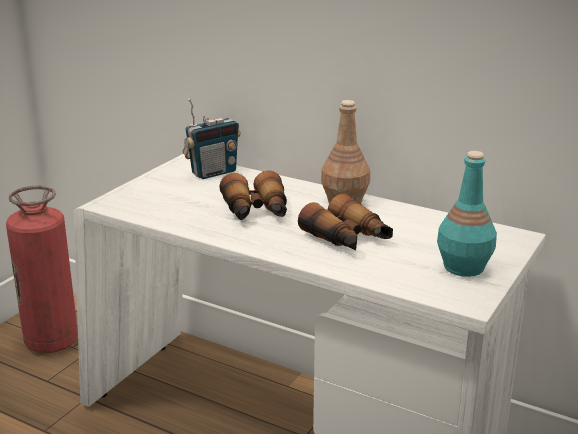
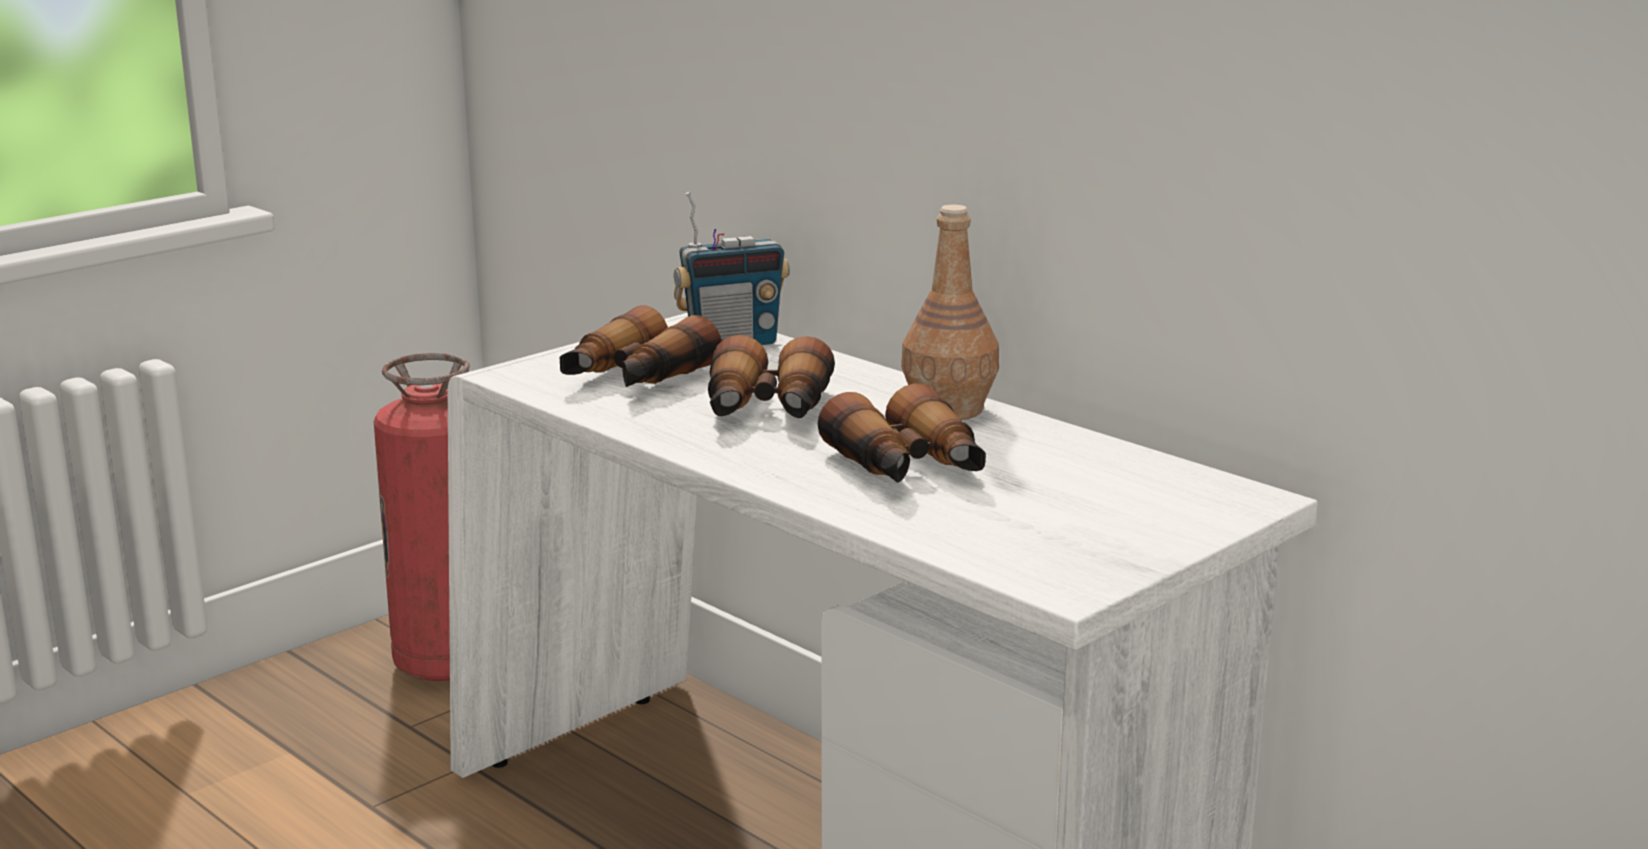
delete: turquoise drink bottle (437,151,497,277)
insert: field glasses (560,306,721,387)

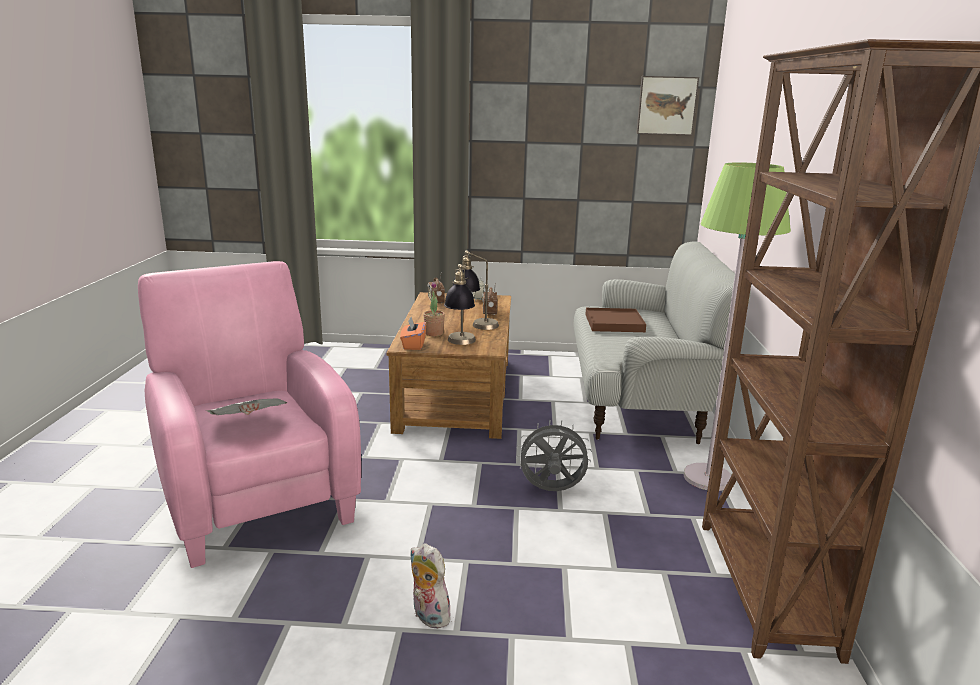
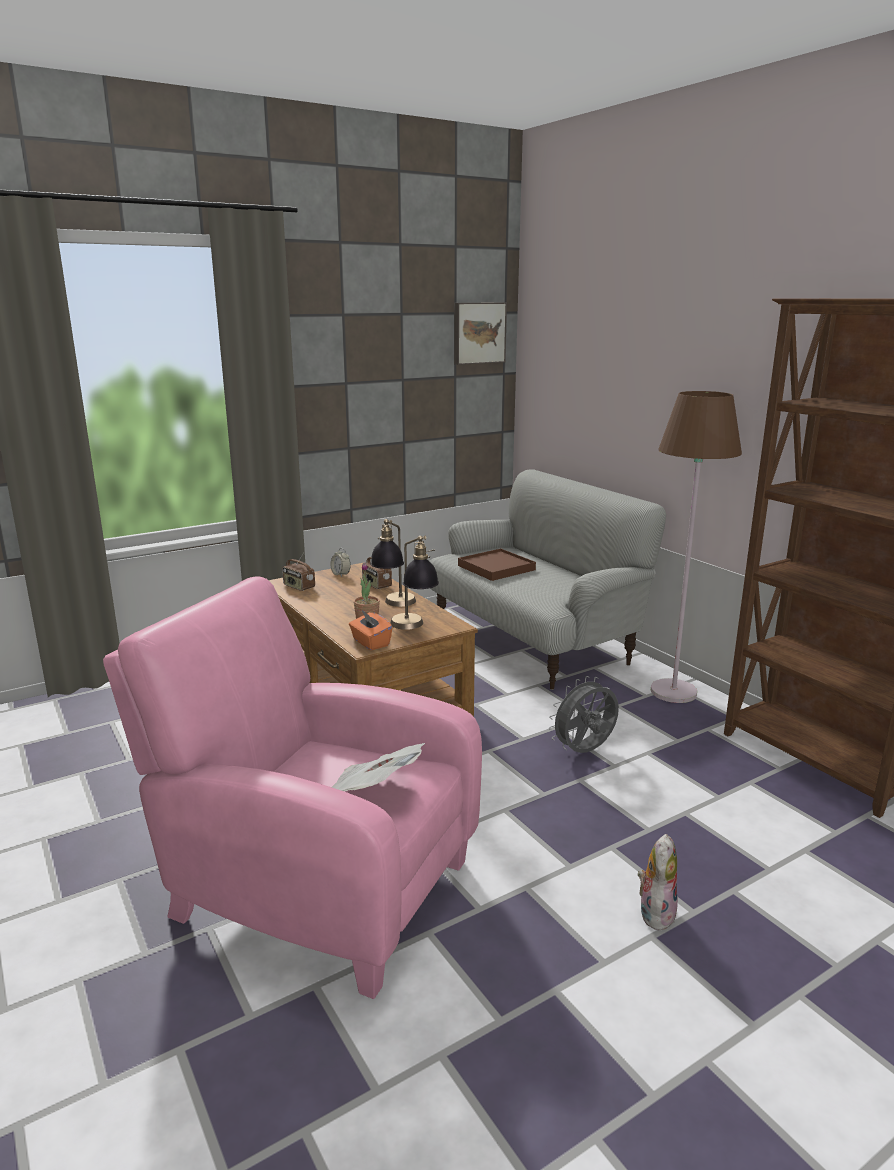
recolor: green-coloured standing lamp (683,162,791,491) to brownish standing lamp (651,391,742,703)
rotate: cuddly toy (410,543,451,629) = (638,834,678,930) 105 degrees clockwise

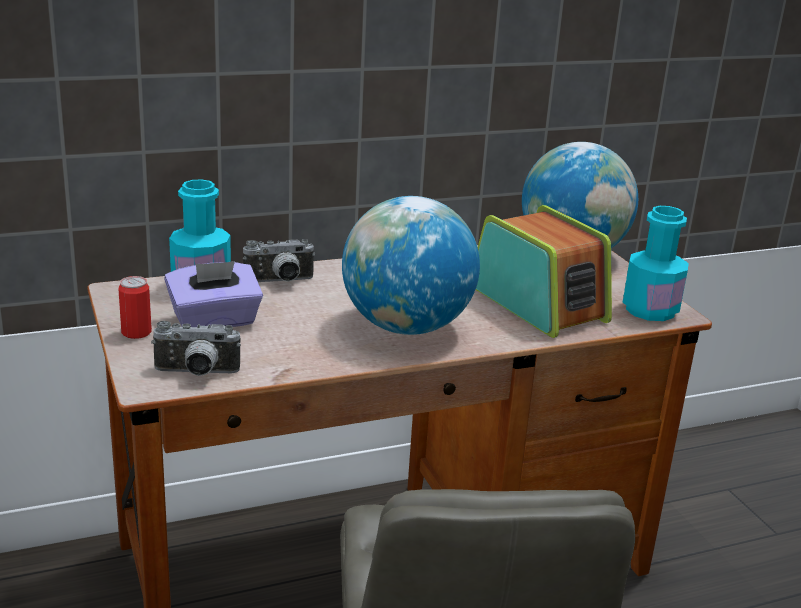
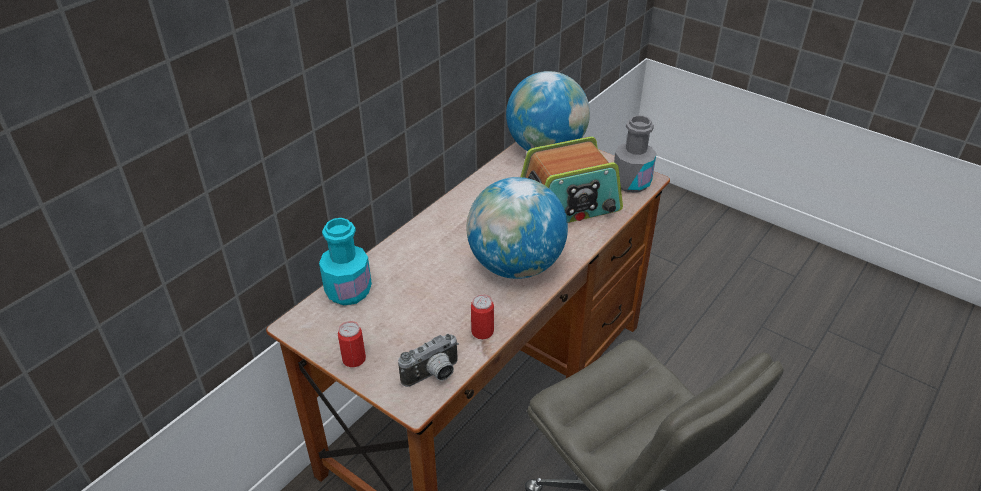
delete: still camera (243,239,316,282); purplish tissue holder (164,261,263,327)
insert: metal can (471,294,494,339)
recolor: turquoise drink bottle (623,206,689,321) to greyish drink bottle (614,115,657,193)
rotate: radio set (476,205,612,338) = (520,136,623,223) 135 degrees clockwise

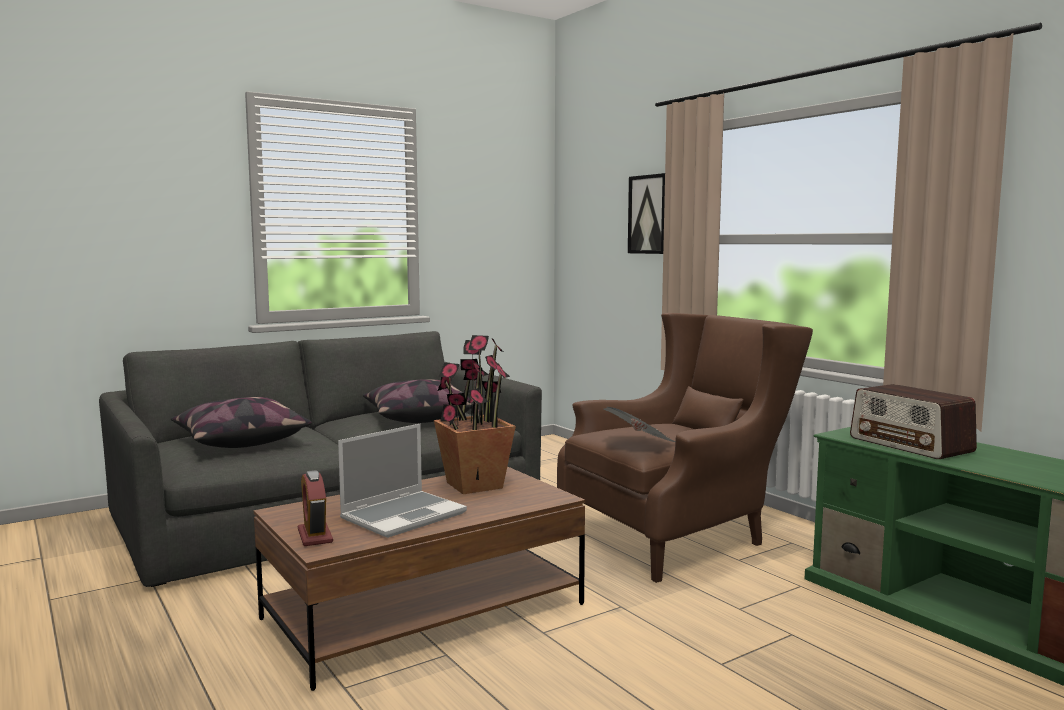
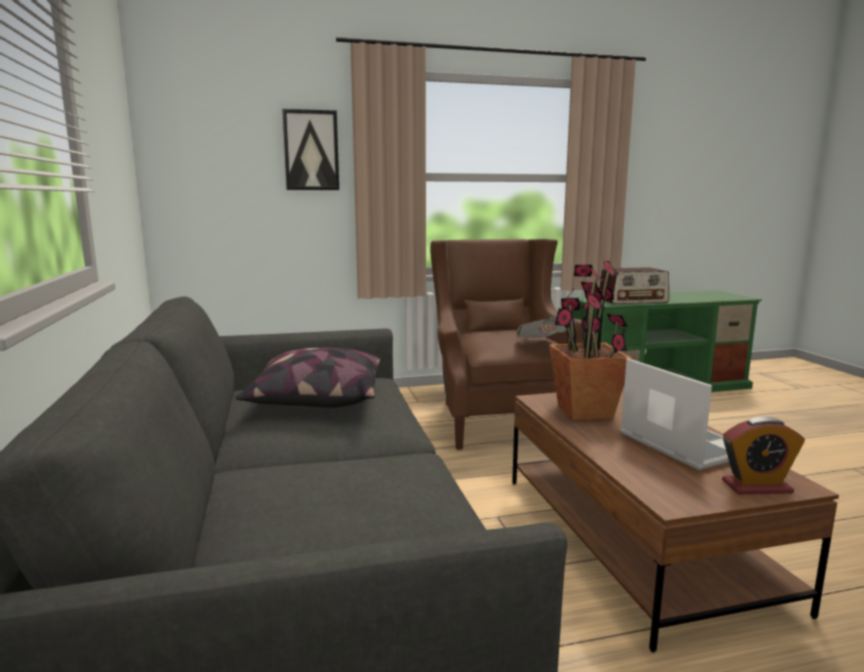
delete: cushion (171,397,312,448)

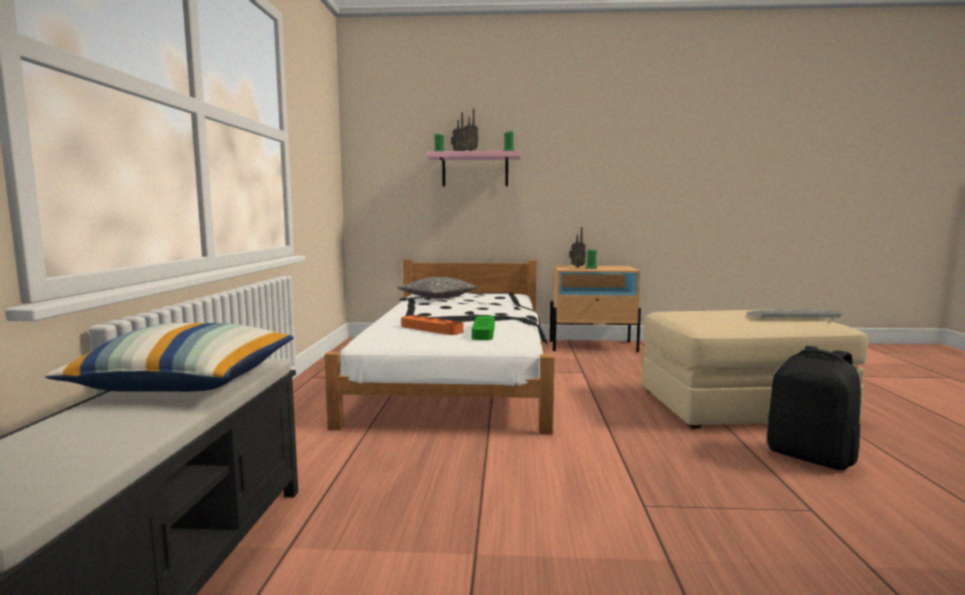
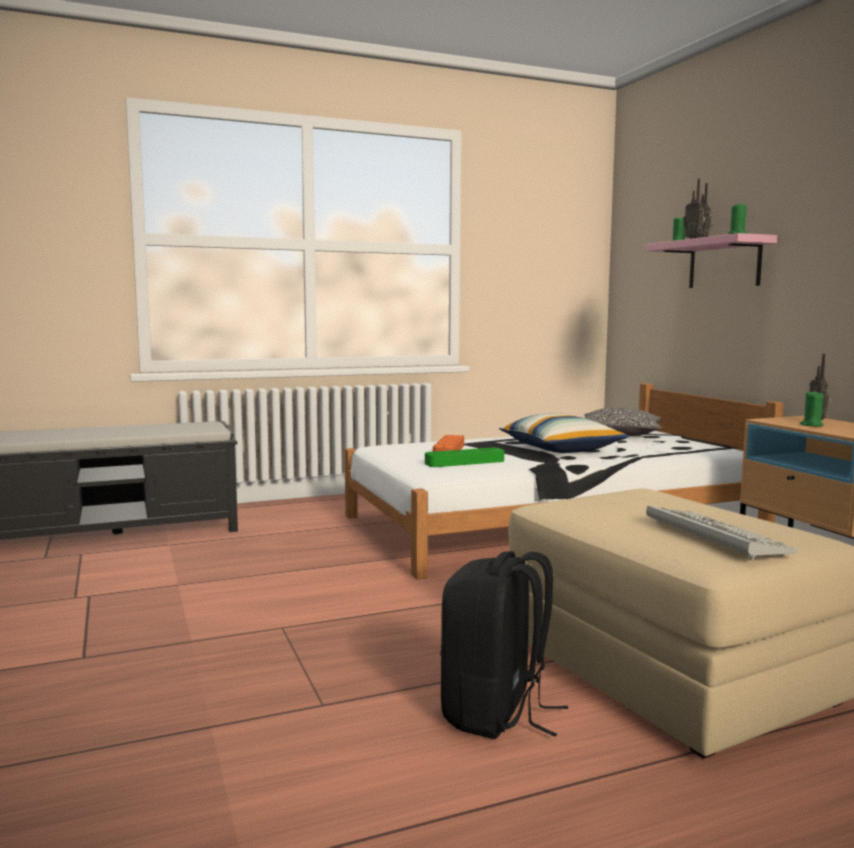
move: cushion (45,323,294,392) to (499,413,629,453)

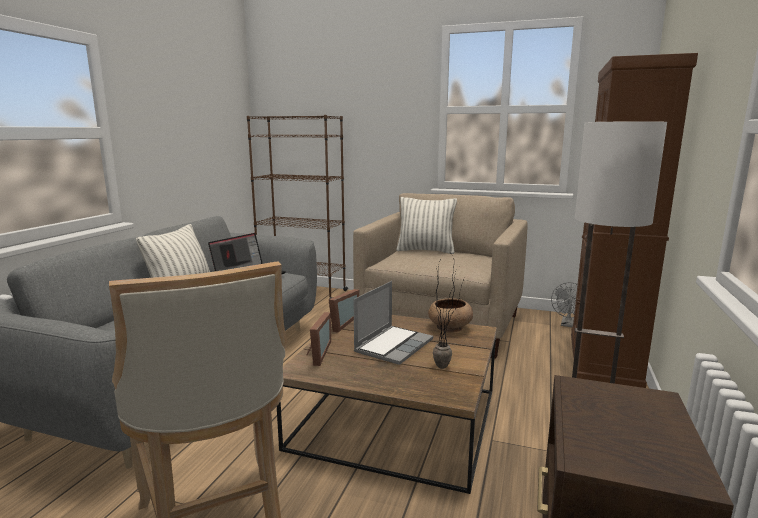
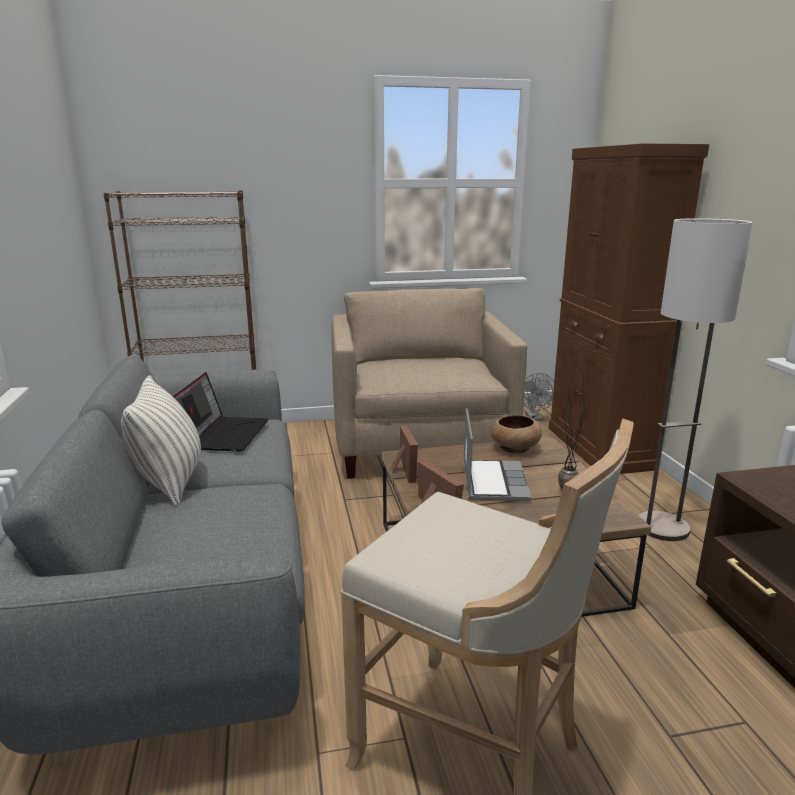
delete: cushion (396,197,457,254)

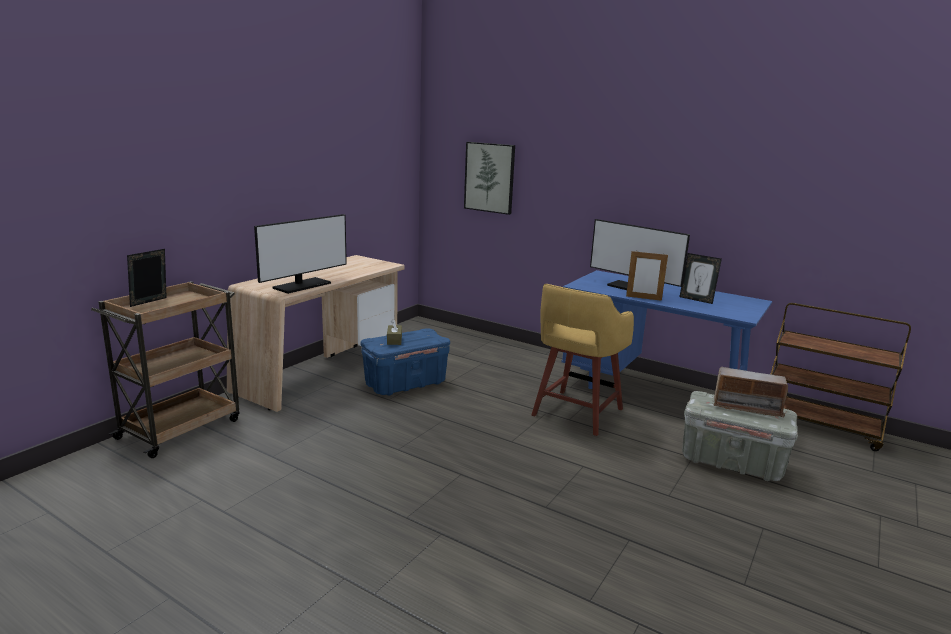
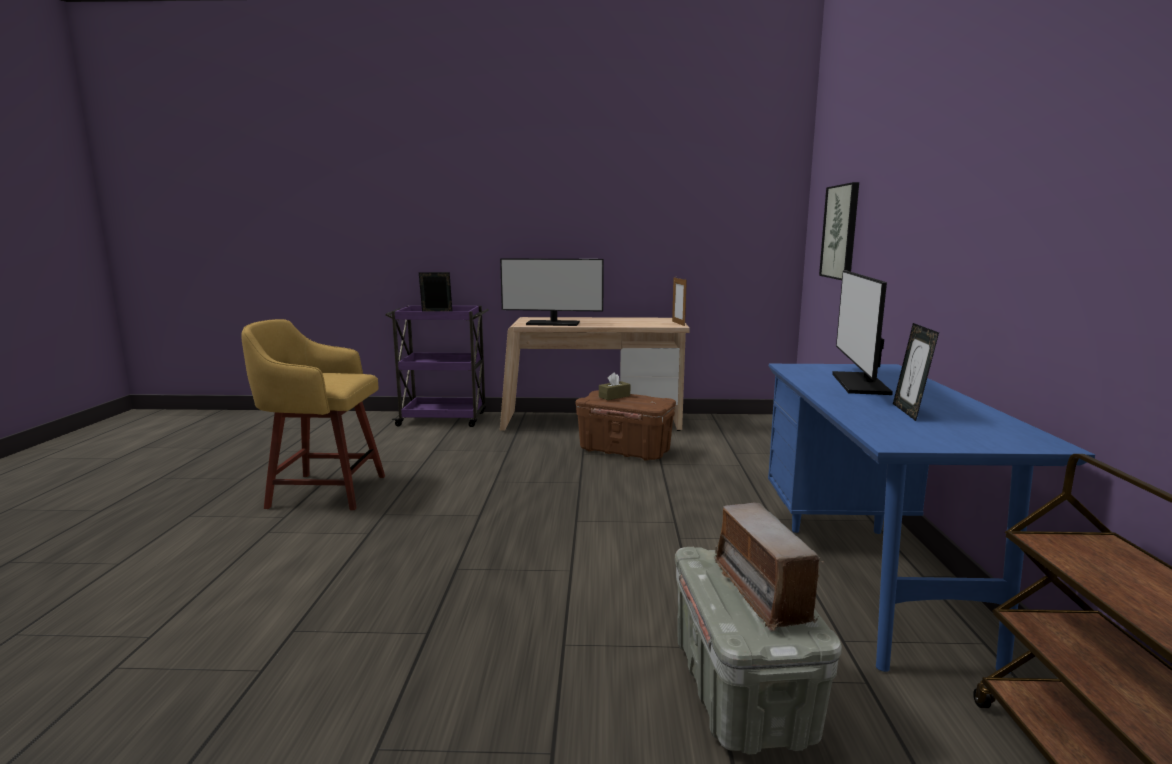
move: picture frame (626,251,668,301) to (672,278,687,326); yellow-coloured stool (532,284,634,436) to (241,319,385,510)
recolor: brownish wheeled cart (91,281,239,458) to purplish wheeled cart (385,305,489,427); blue storage box (361,328,450,395) to brownish storage box (576,390,676,461)

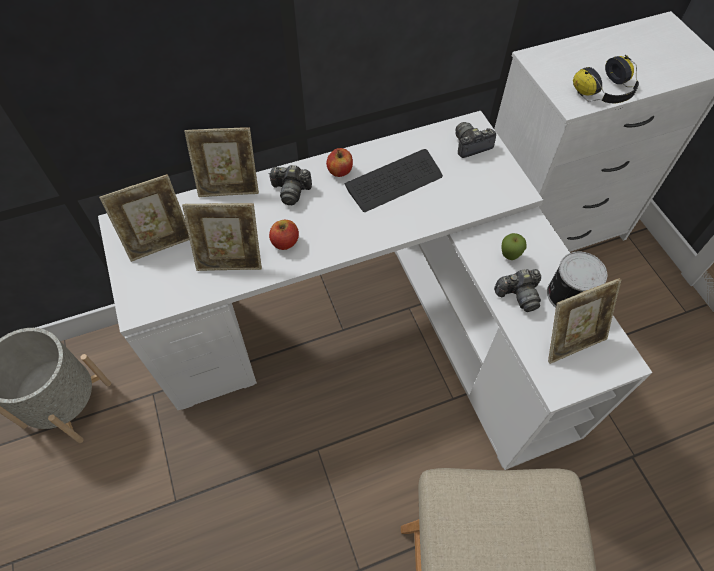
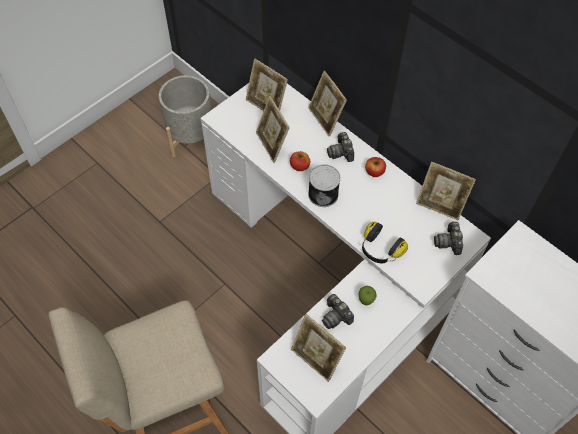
delete: keyboard (344,149,443,212)
insert: picture frame (416,162,476,220)
move: headset (573,55,639,103) to (362,222,408,263); metal can (547,251,607,308) to (308,165,340,207)
rotate: still camera (456,122,496,158) = (434,221,463,255) 135 degrees counterclockwise

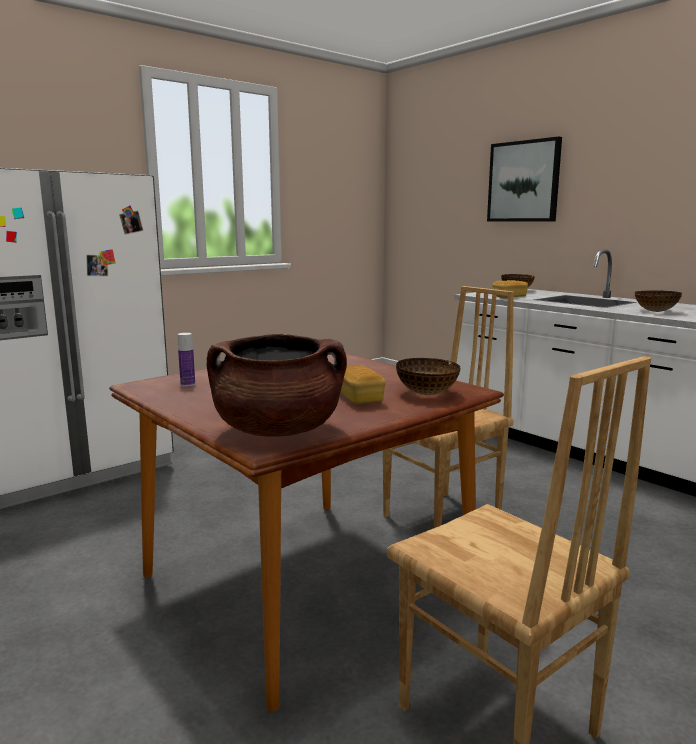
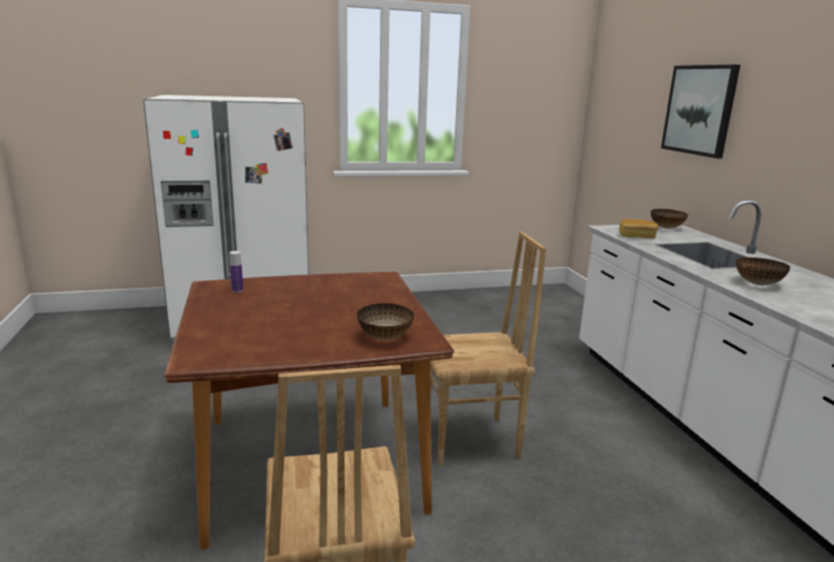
delete: brownish cooking pot (207,334,347,437); bakery bread (340,365,386,405)

